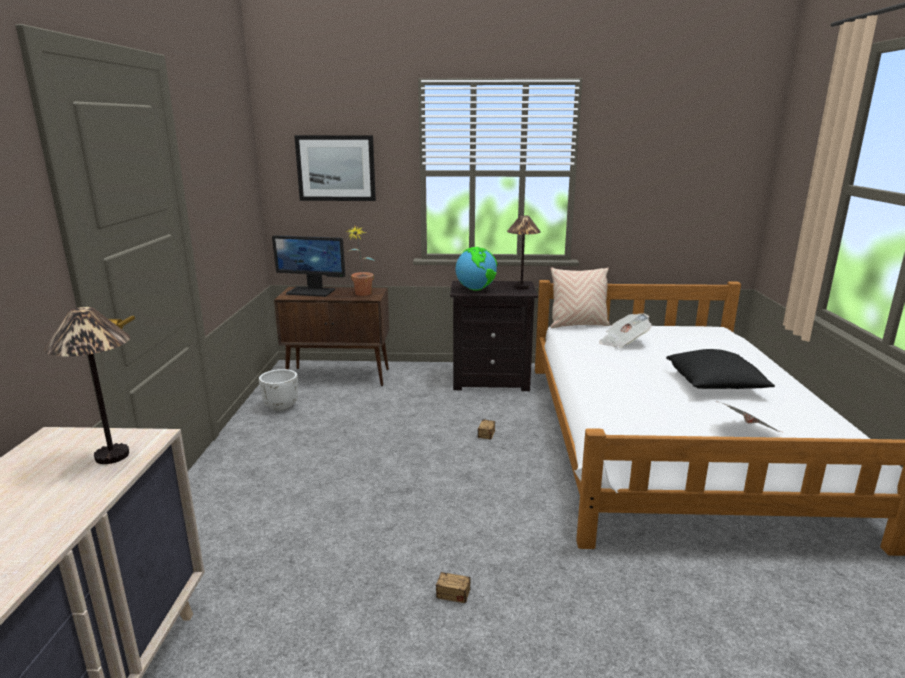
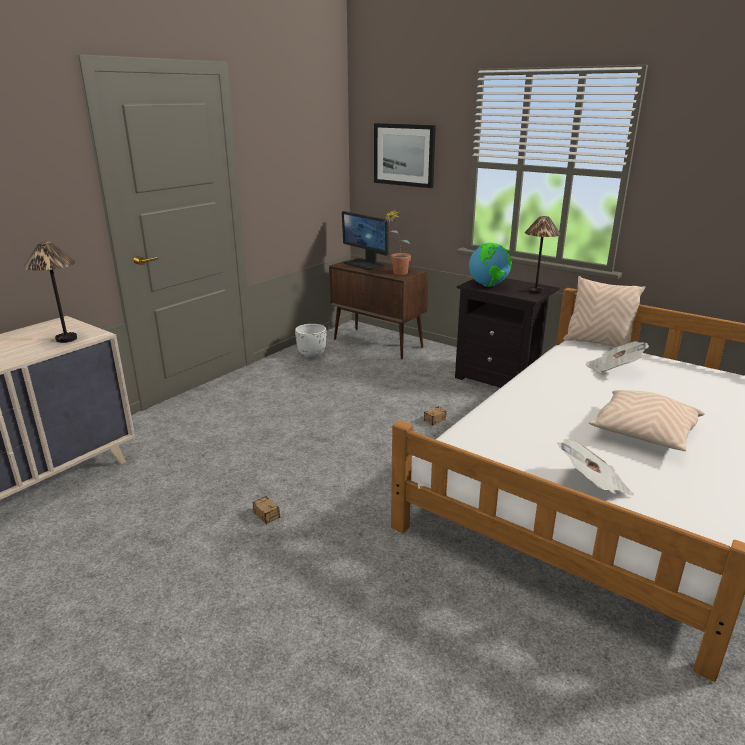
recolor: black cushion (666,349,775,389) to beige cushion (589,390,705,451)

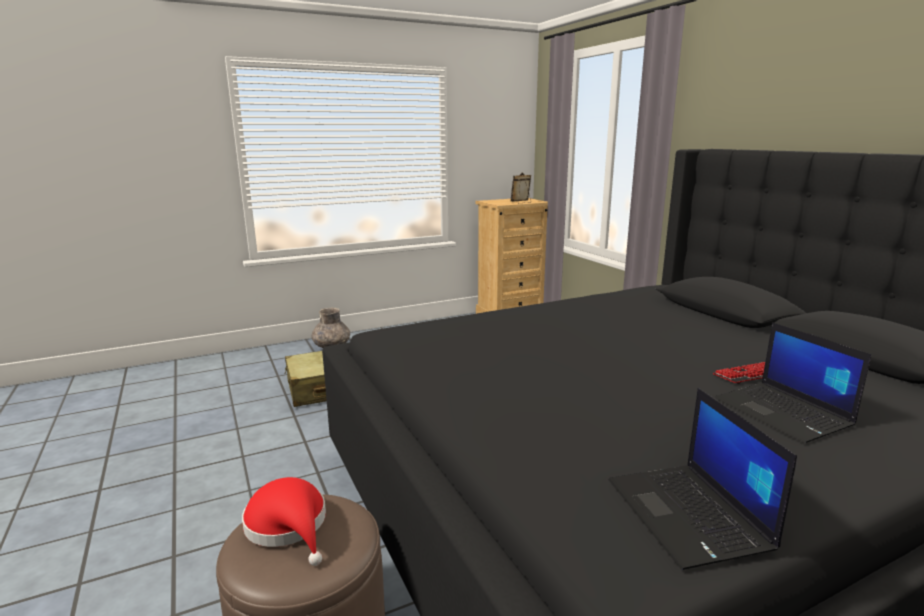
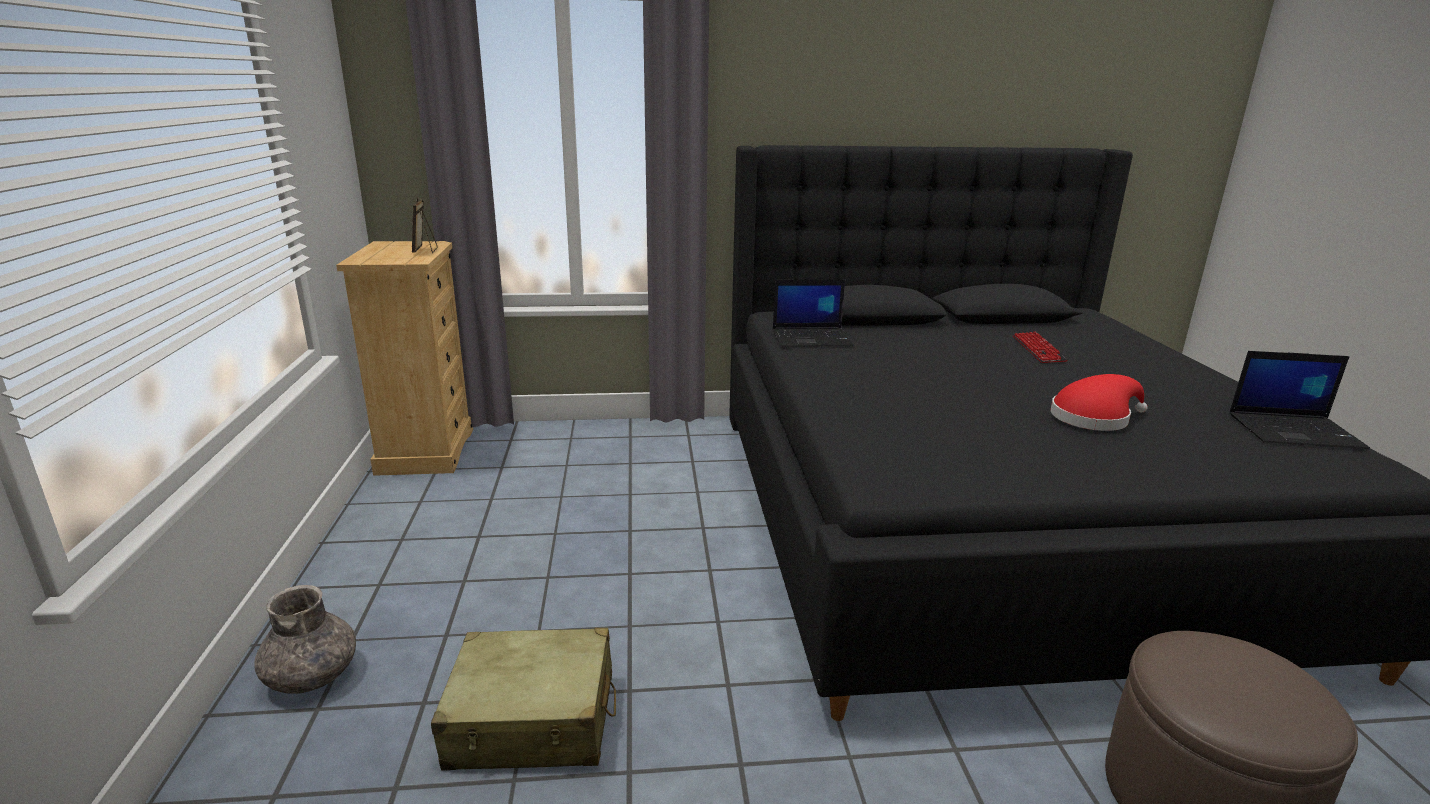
move: portable computer (715,322,871,443) to (773,279,853,347); reddish hat (242,477,326,566) to (1051,374,1148,431)

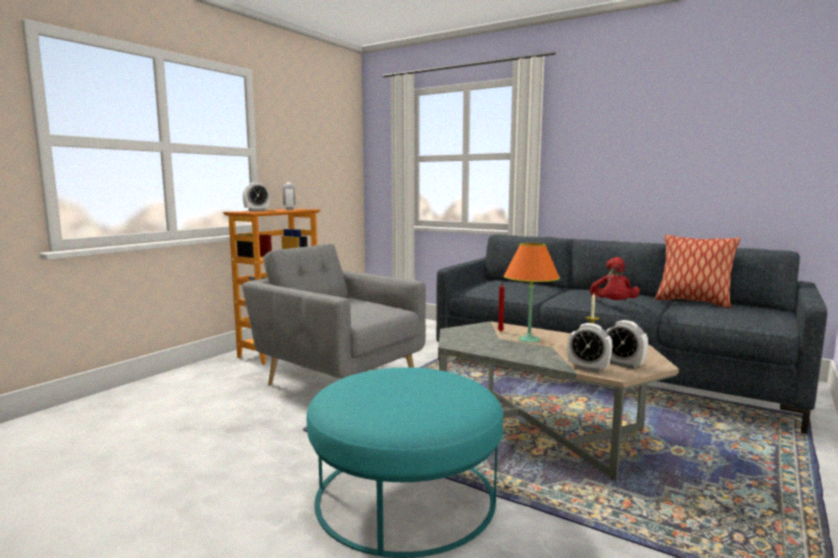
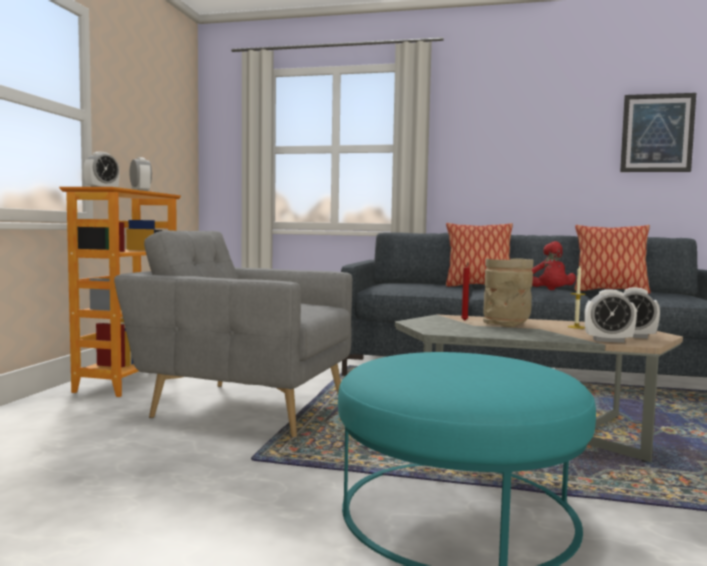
insert: wall picture (620,93,696,172); cushion (446,223,513,287)
replace: orangey lamp for a table (504,243,560,343) to beige decorative vase (483,259,533,327)

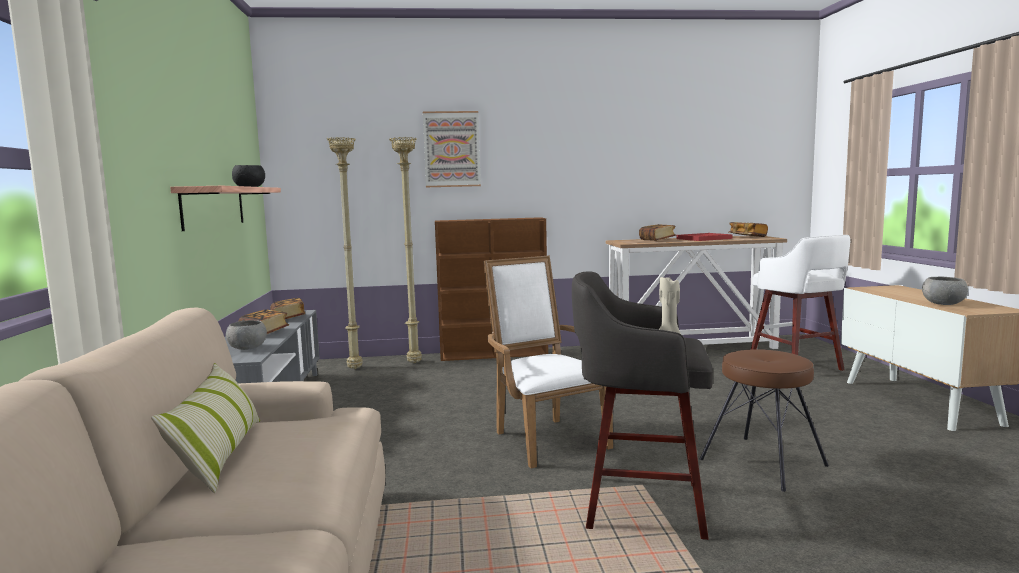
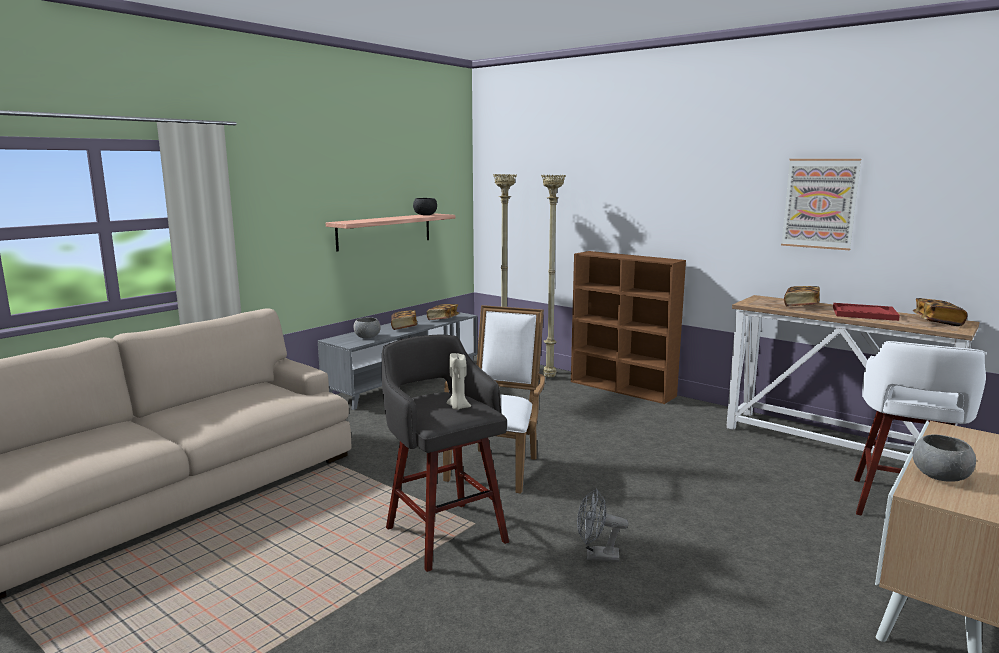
delete: cushion (151,363,260,493)
move: wall picture (423,111,481,187) to (781,159,861,250)
replace: brownish stool (700,349,829,492) to greyish cooling fan (577,489,628,562)

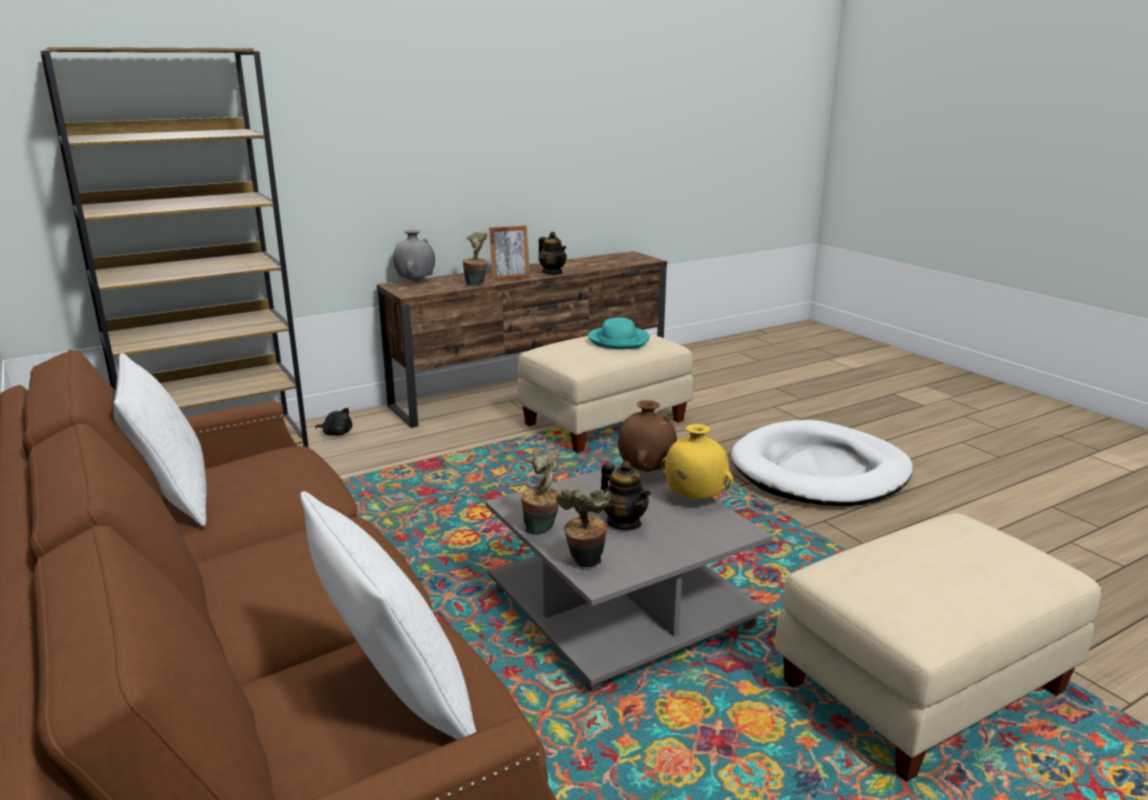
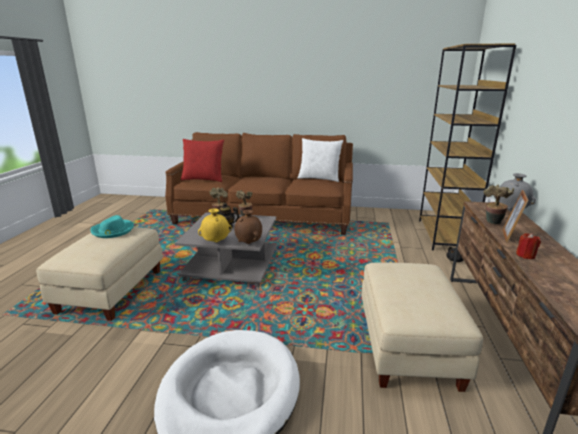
move: turquoise hat (588,317,650,349) to (91,215,134,238)
replace: teapot (538,232,567,274) to reddish wax candle (516,233,541,259)
recolor: white cushion (300,491,476,740) to reddish cushion (181,139,224,182)

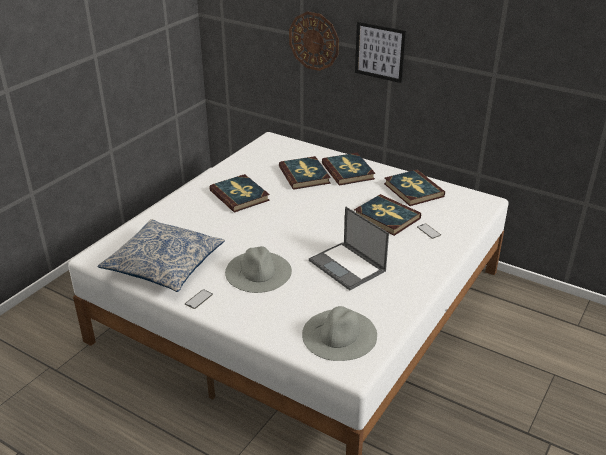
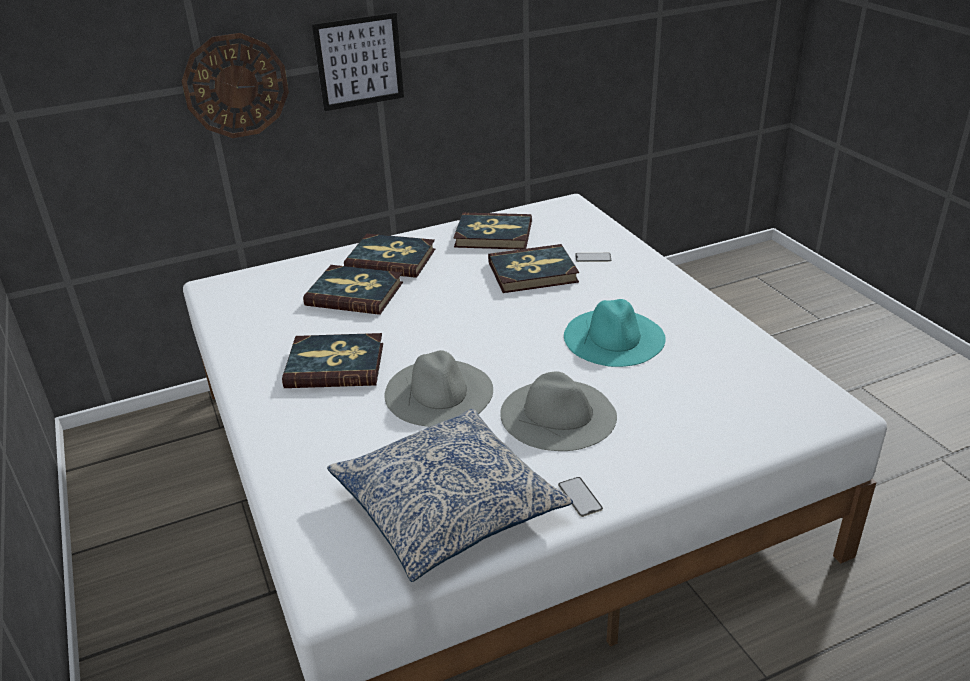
move: greyish hat (302,306,377,361) to (384,350,493,427)
replace: portable computer (309,207,389,290) to turquoise hat (564,299,666,367)

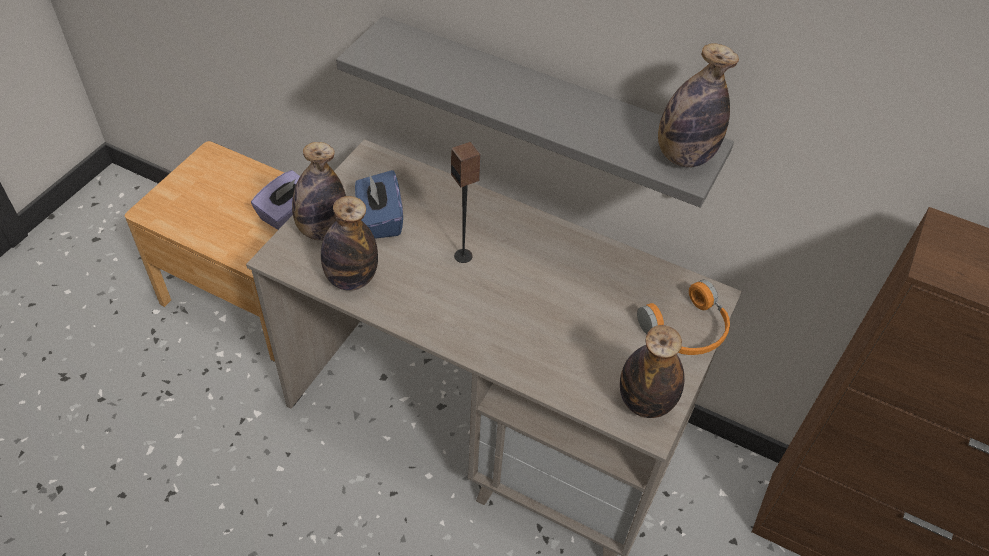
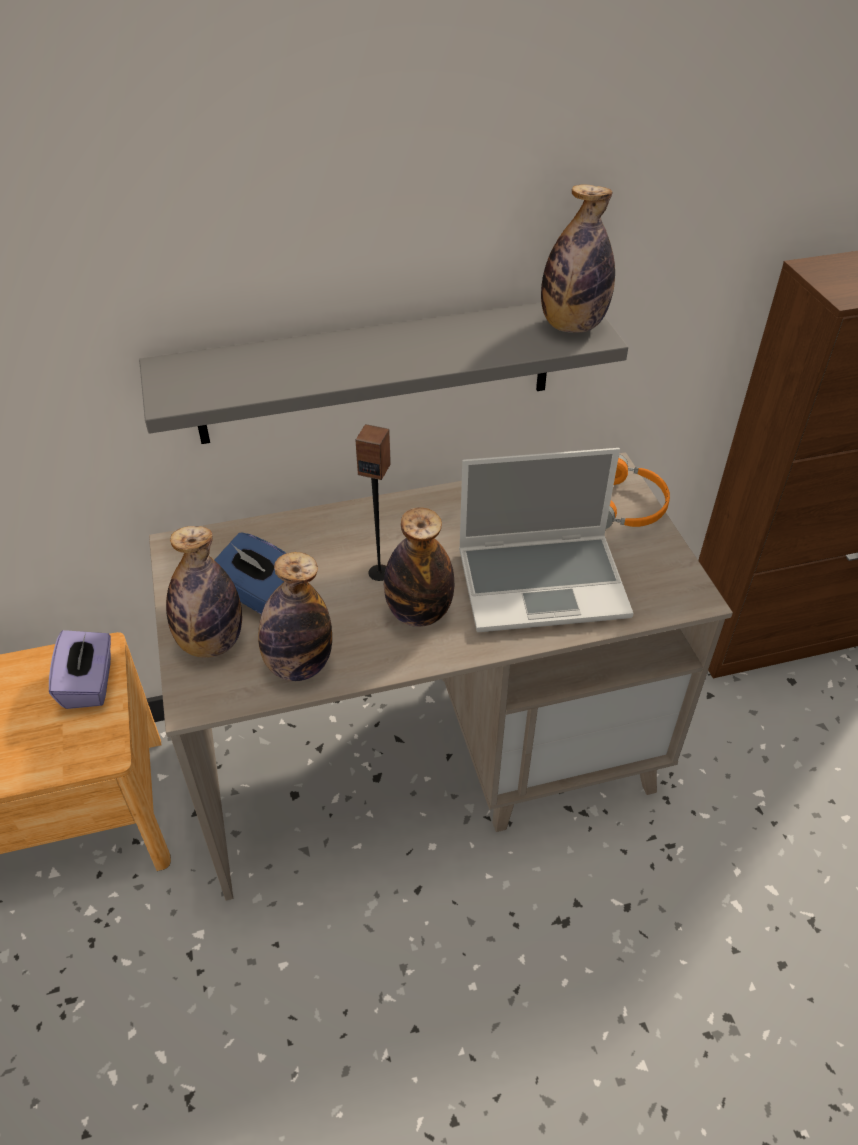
insert: portable computer (459,448,633,632)
move: drink bottle (620,325,685,418) to (384,507,454,627)

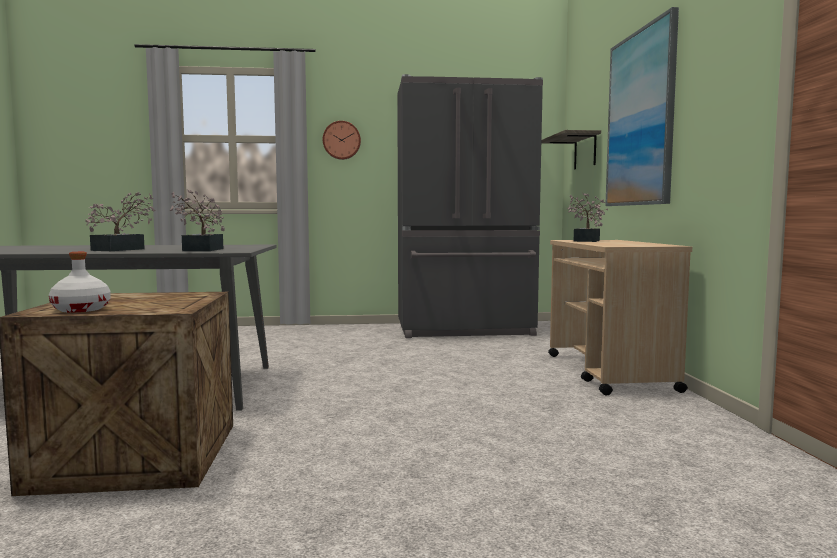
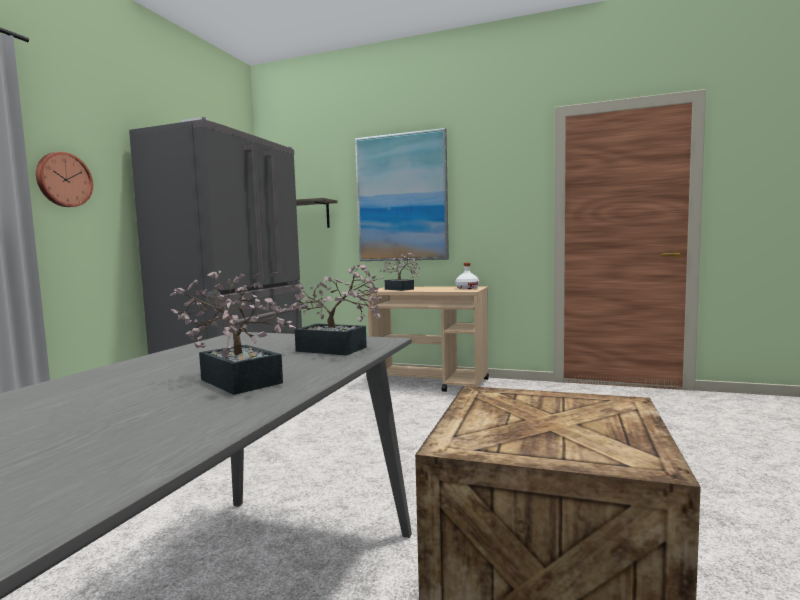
move: white drink bottle (49,252,111,312) to (455,263,479,289)

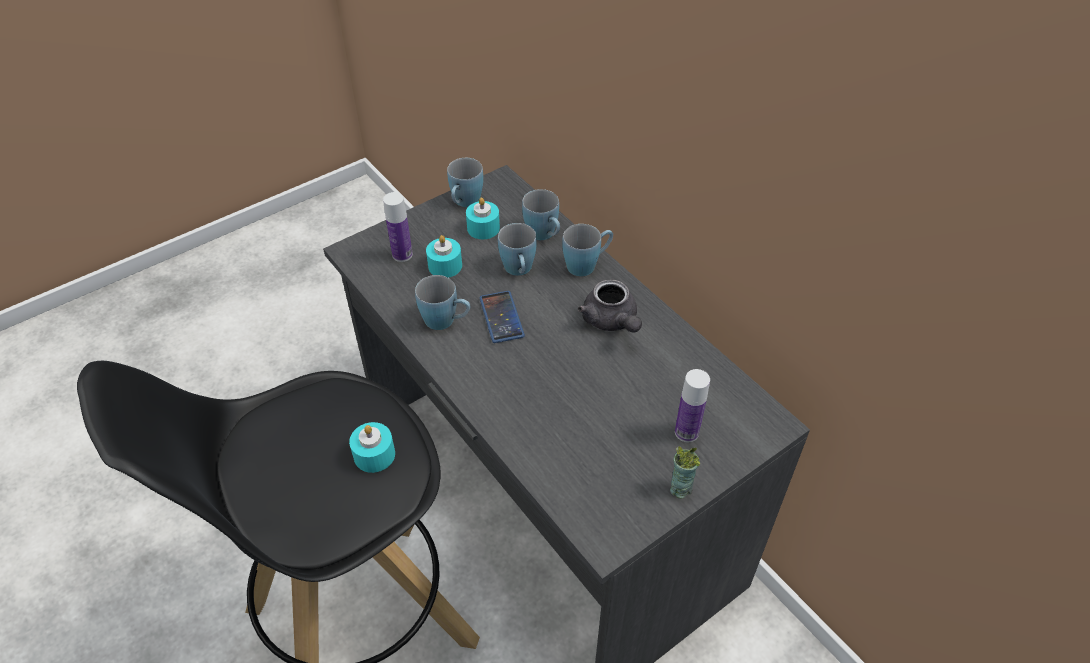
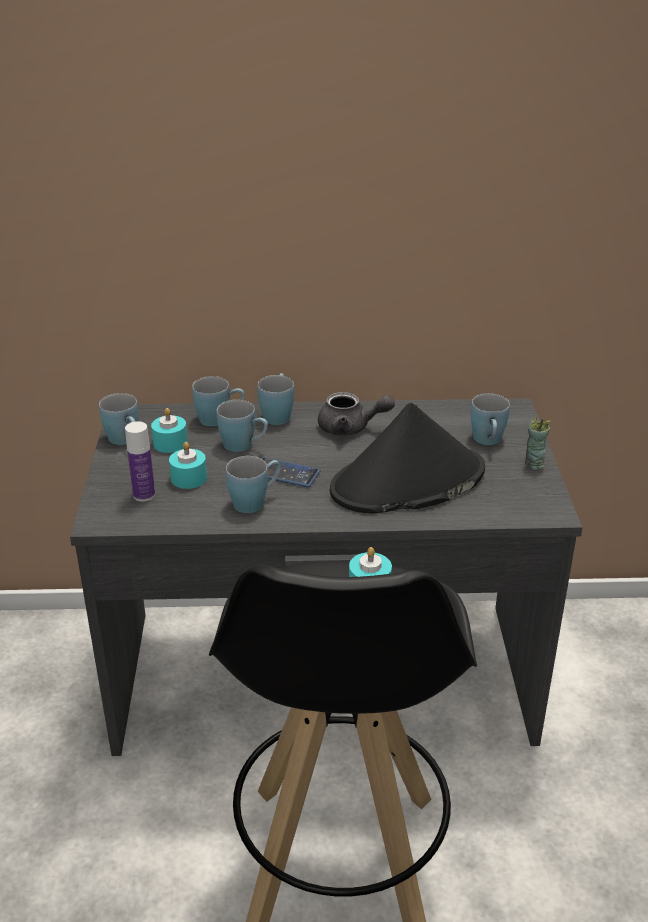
insert: black hat (330,403,485,514)
replace: drink bottle (675,369,710,442) to blue tea mug (471,393,510,445)

